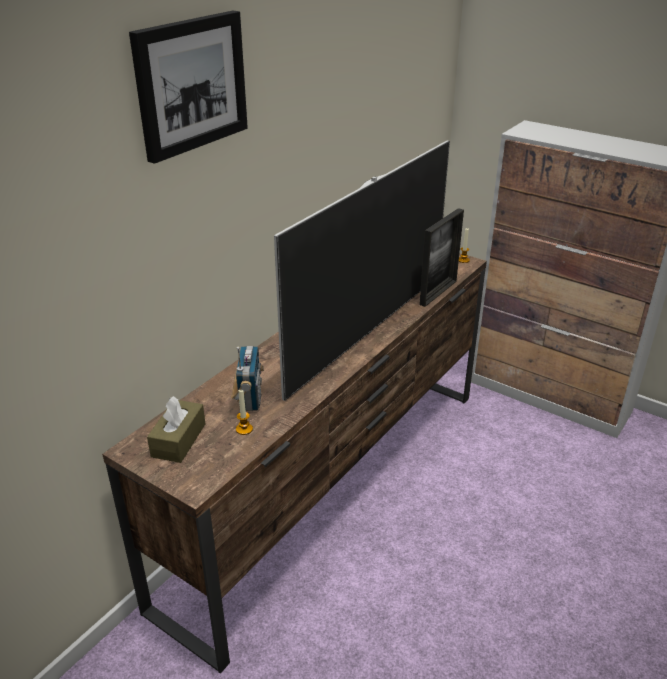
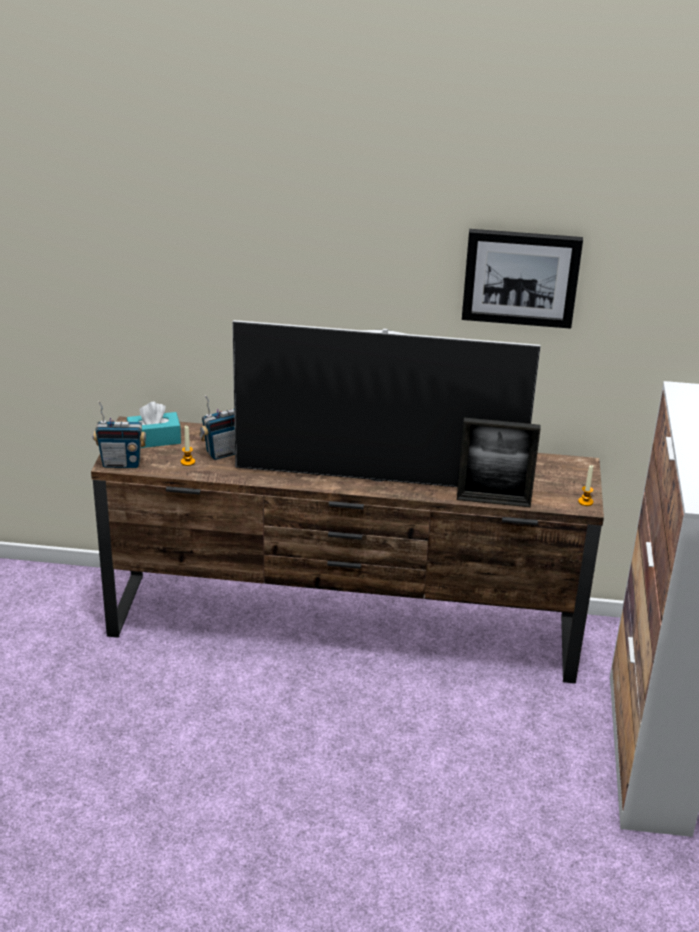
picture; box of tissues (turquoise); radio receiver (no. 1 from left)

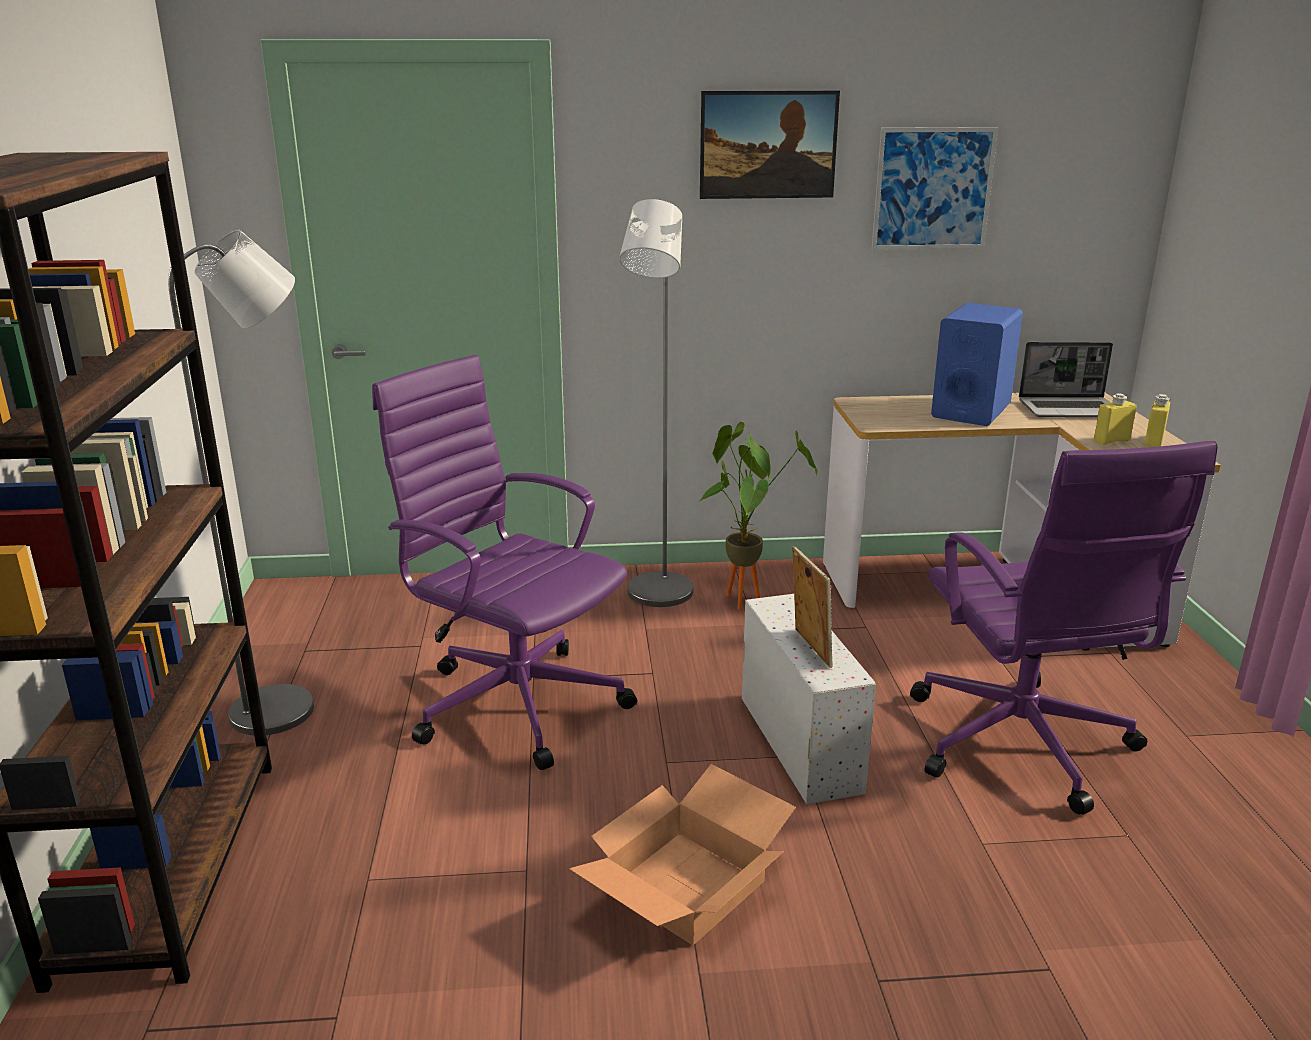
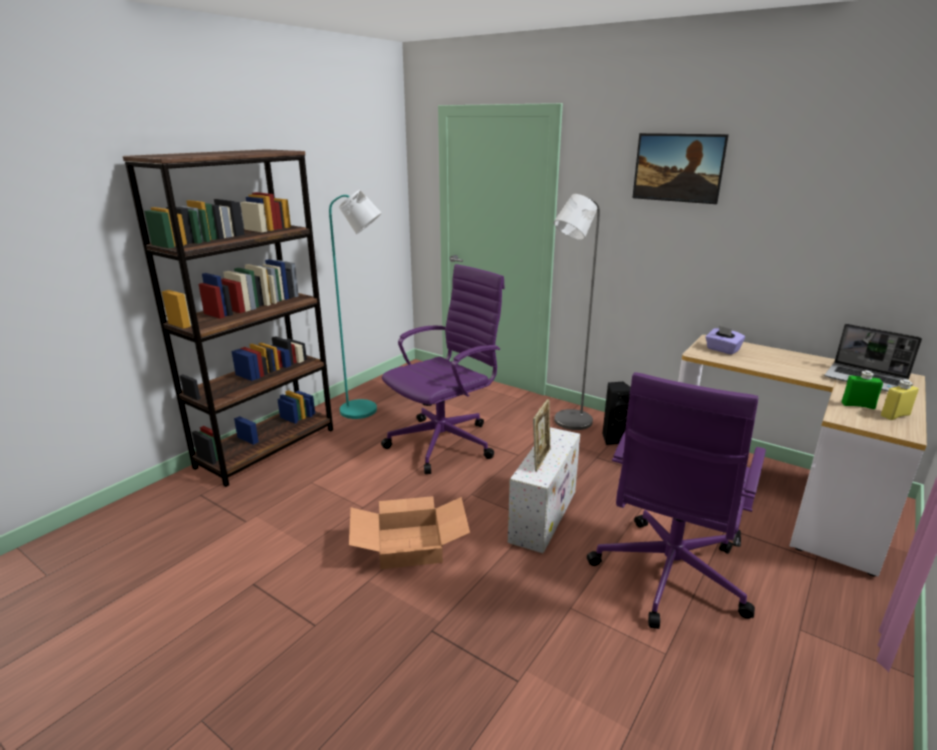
standard lamp (turquoise); office chair (purple-coloured) (no. 1 from left); audio speaker (blackish); picture (no. 2 from left in the first image); audio speaker (blue-coloured); drink bottle (greenish); box of tissues (purple-coloured)

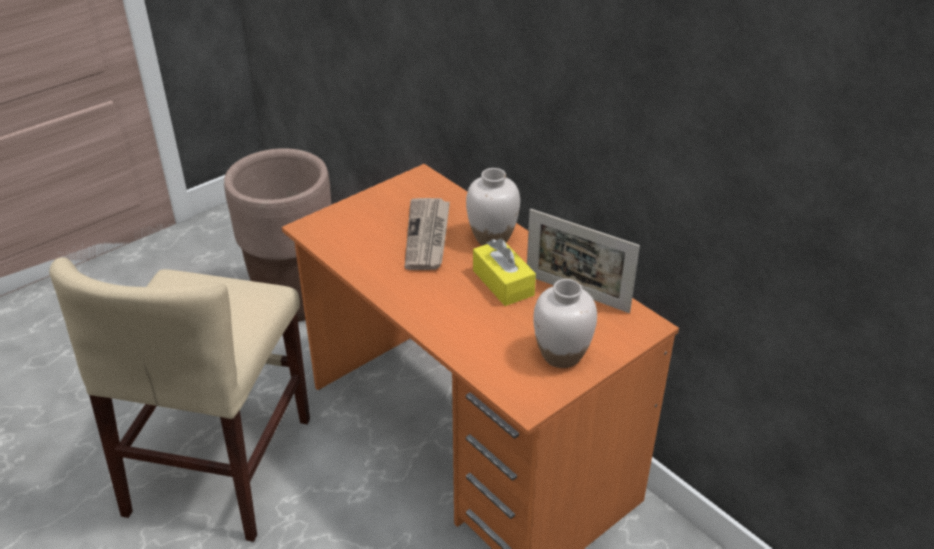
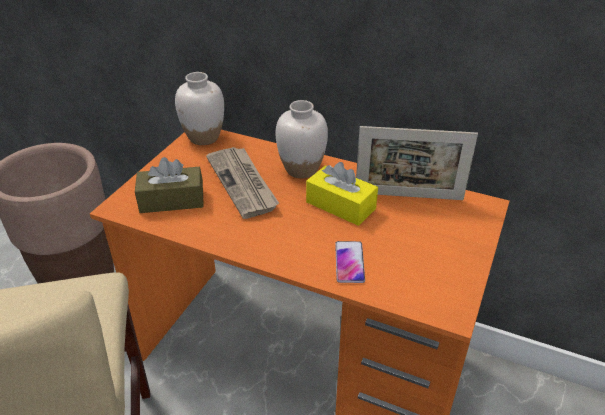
decorative vase (whitish) (no. 1 from left); box of tissues (brown); telephone

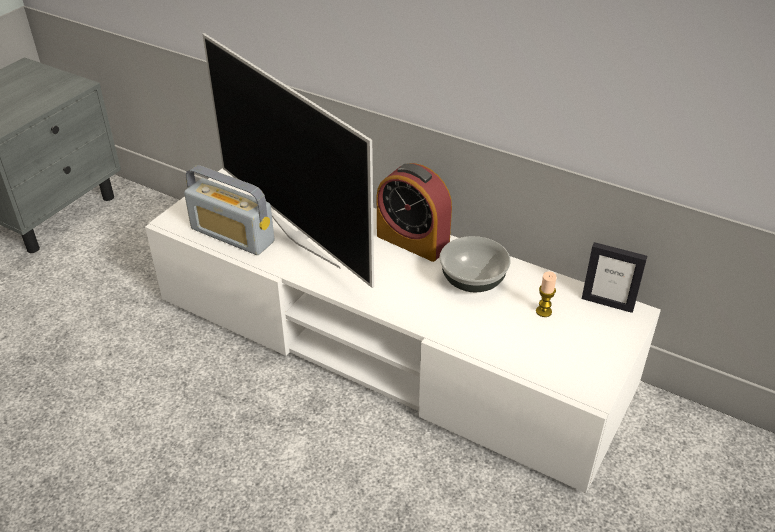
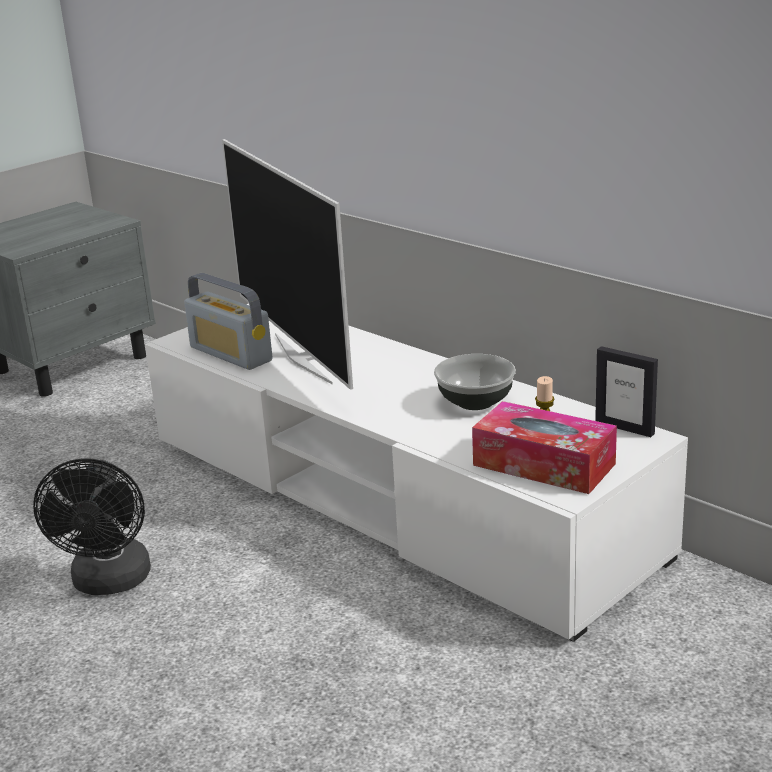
alarm clock; cooling fan (blackish); box of tissues

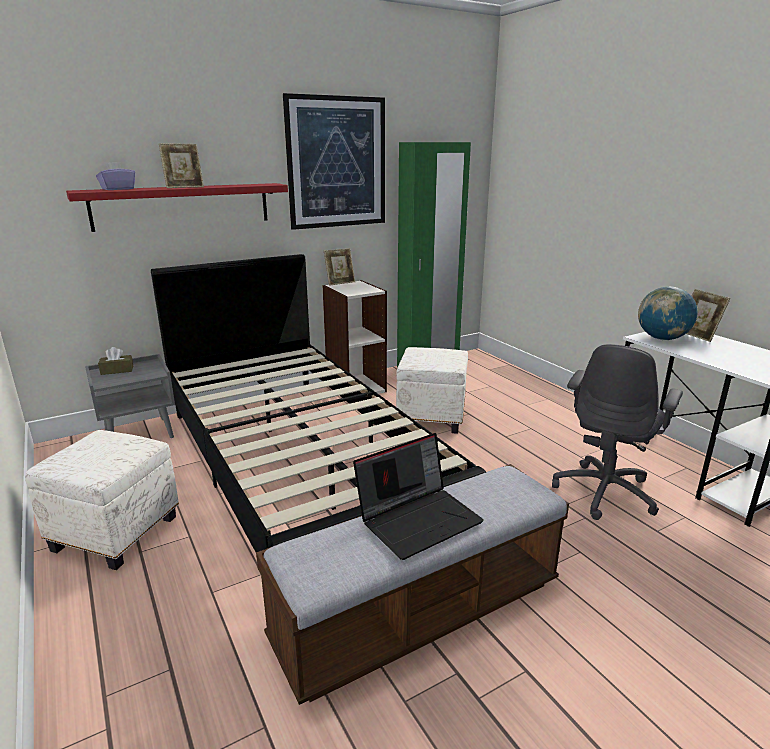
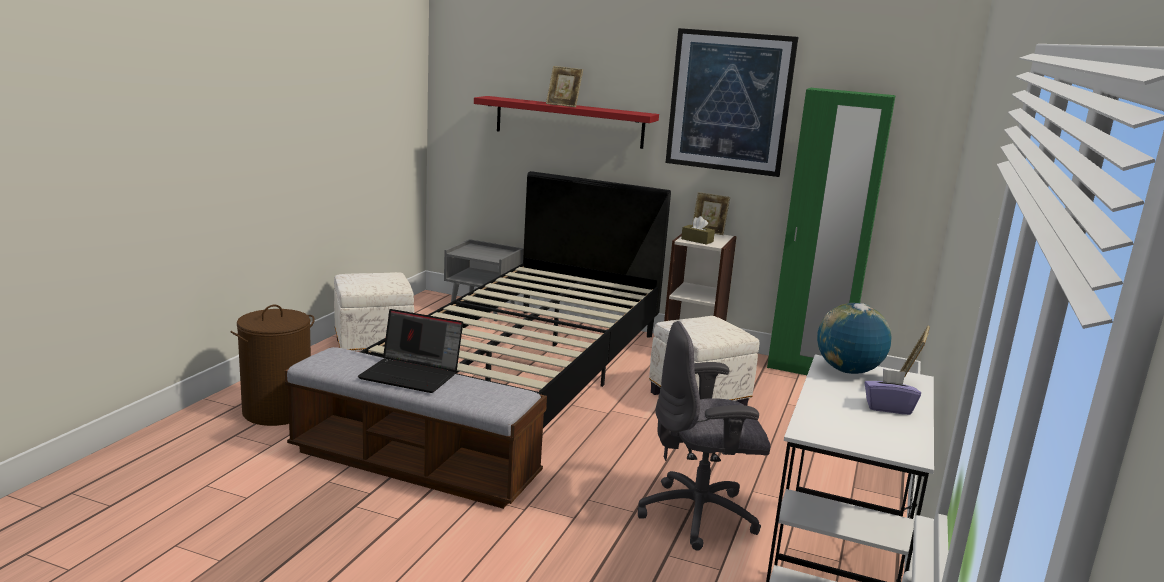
box of tissues (purple-coloured); box of tissues (brown); laundry basket (brown)

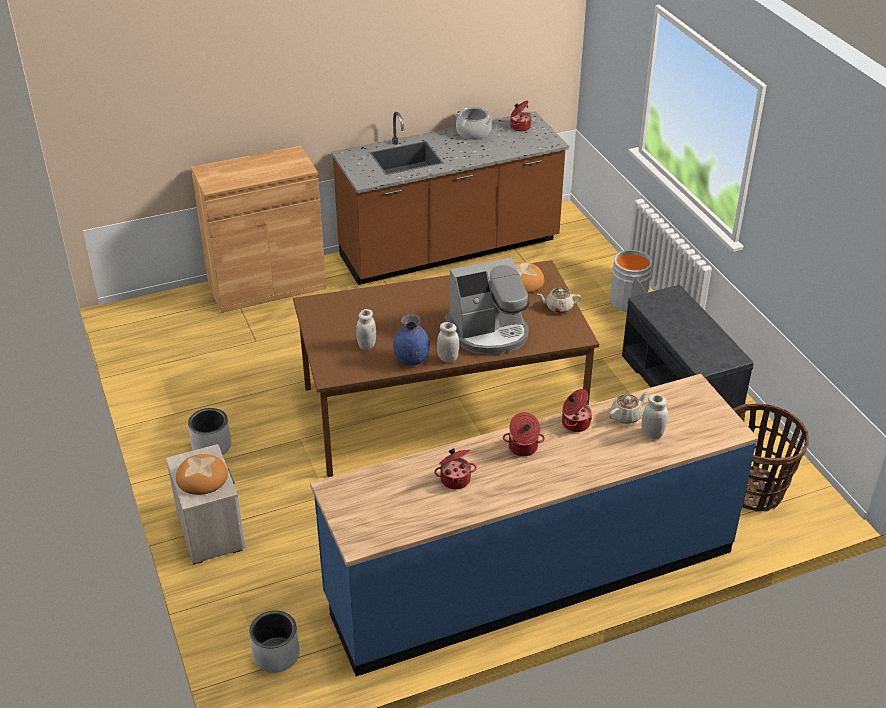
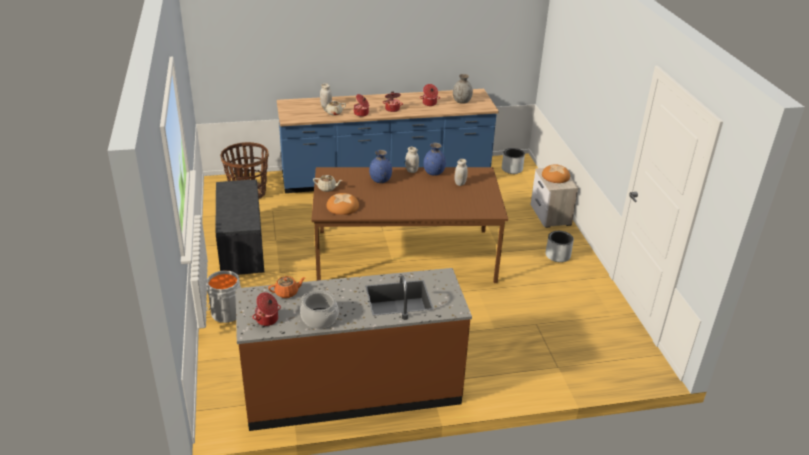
cupboard (brown); decorative vase (blue-coloured) (no. 1 from left); teapot (orange); decorative vase (greyish)

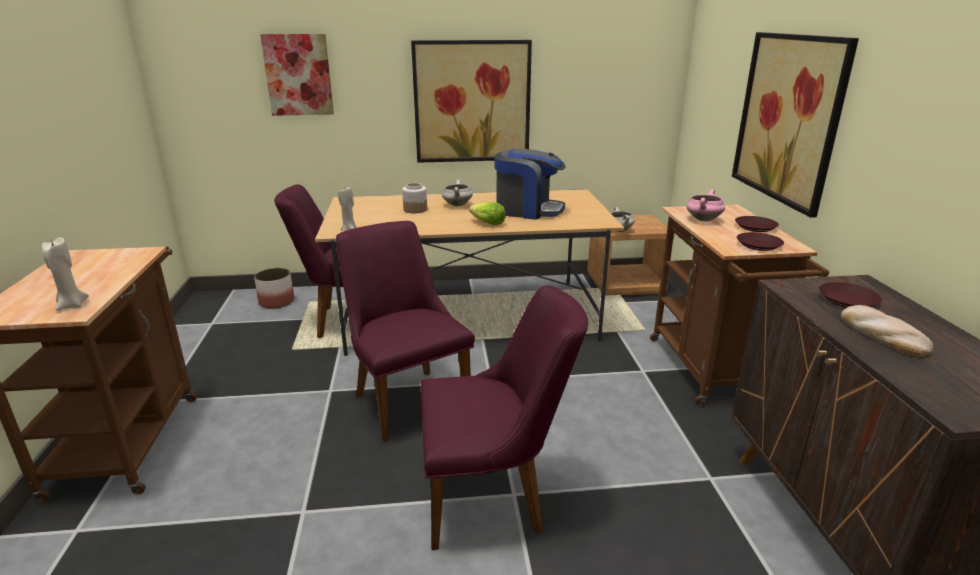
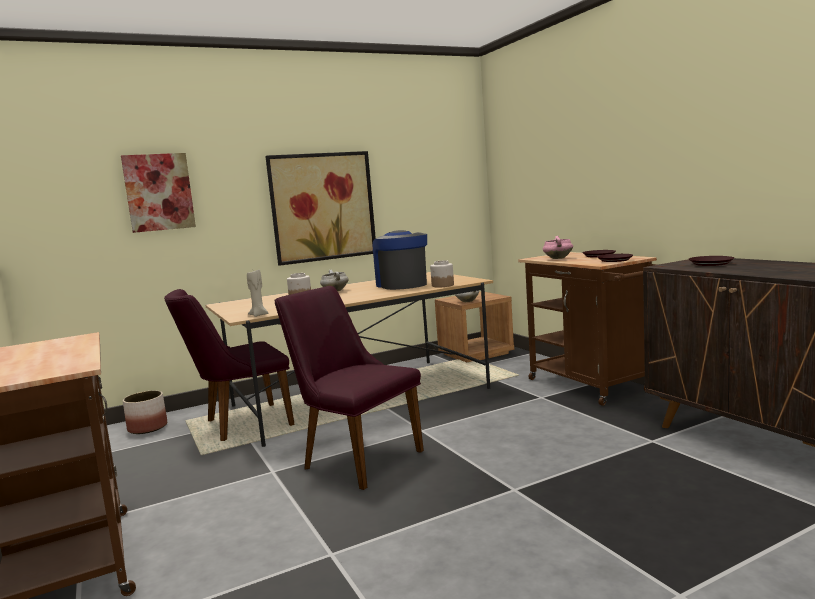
wax light (sand-coloured) (no. 1 from left in the first image); plain chair (purple-coloured) (no. 3 from left in the first image); lettuce head; coffee machine; picture (no. 3 from left in the first image); bakery bread; storage jar (no. 2 from left)

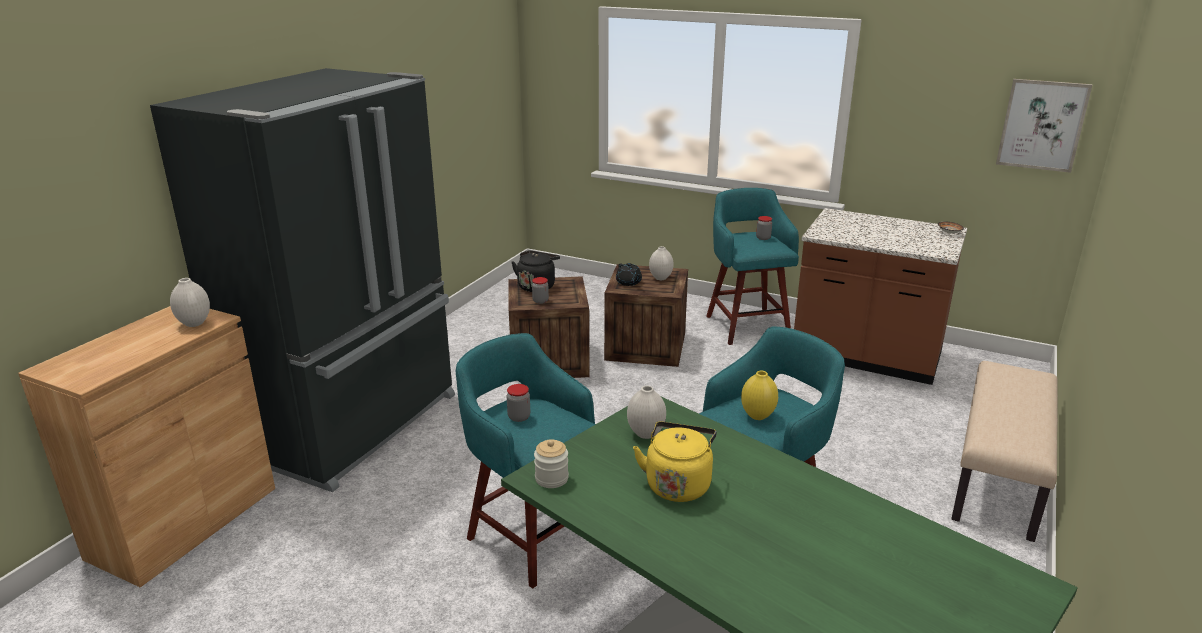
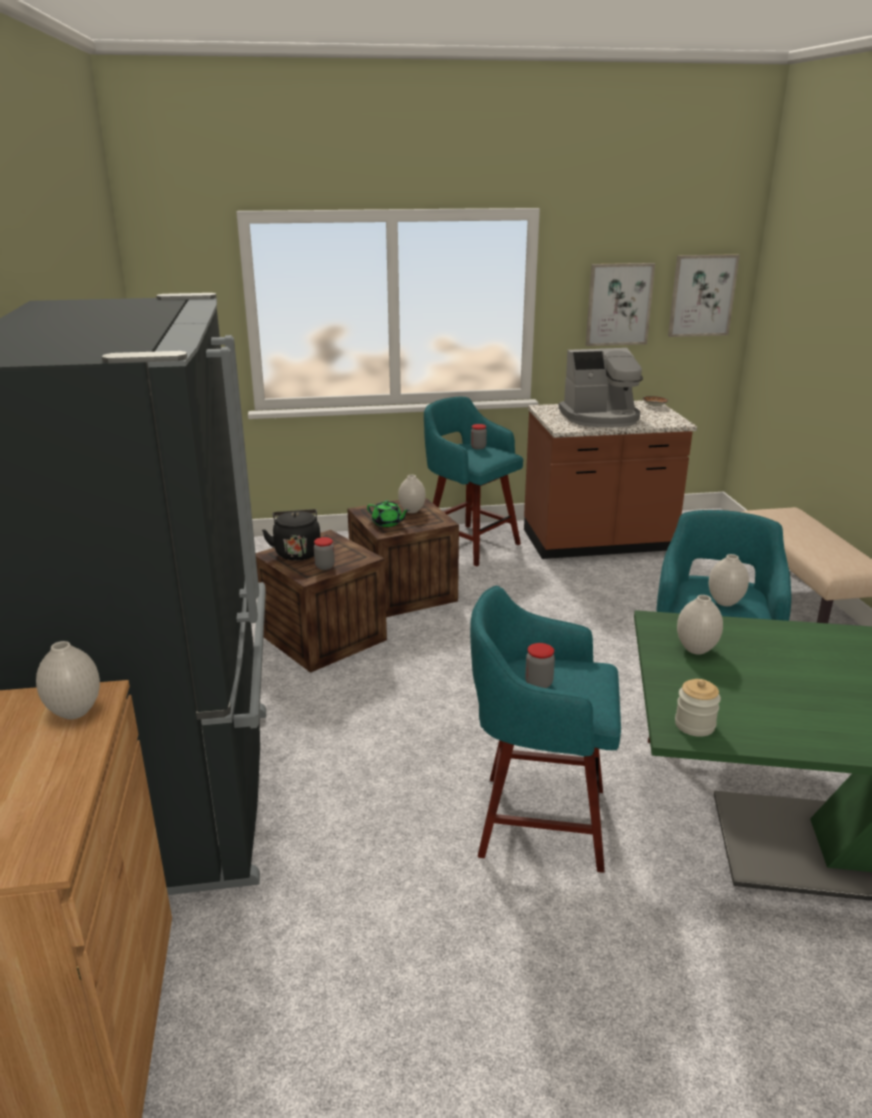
teapot (greenish); kettle (yellowish); decorative vase (whitish) (no. 4 from left); coffee machine; picture (no. 1 from left)

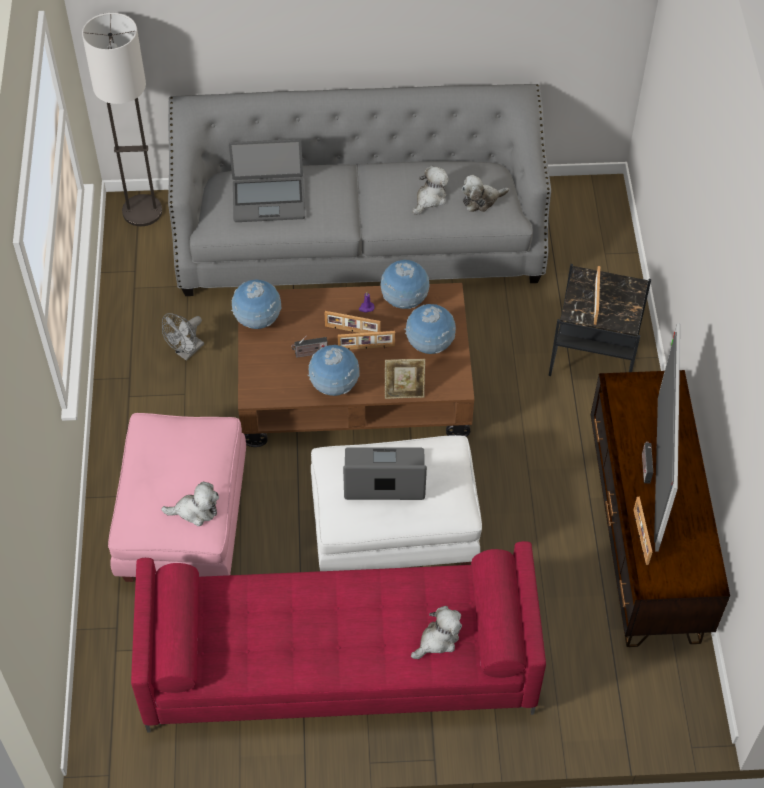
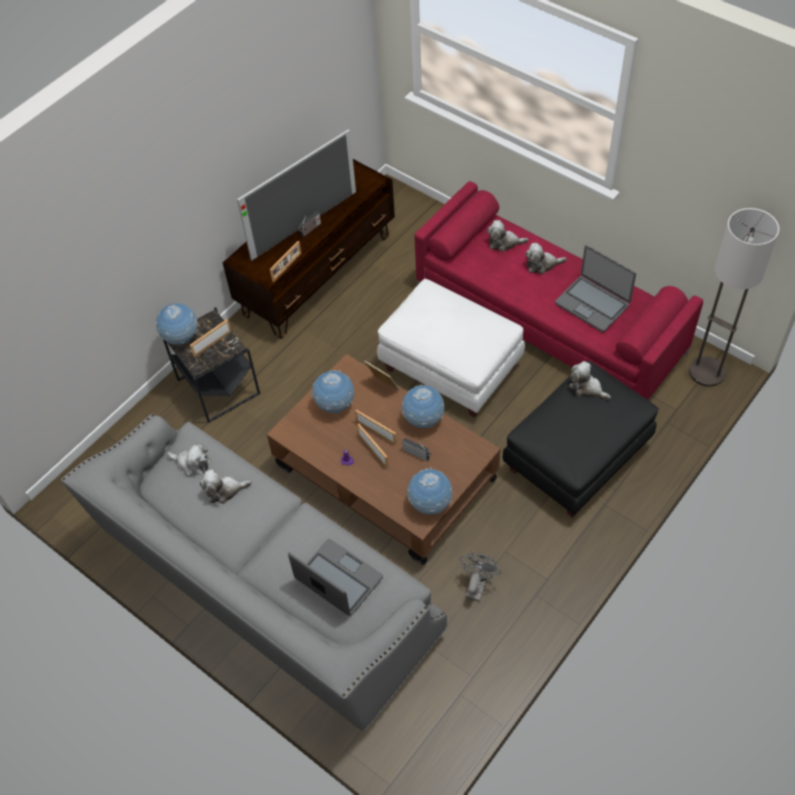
standard lamp; pouffe (blackish); cooling fan (greyish); laptop (no. 2 from left); globe (no. 1 from left); picture frame (no. 2 from left); cuddly toy (no. 4 from left)

